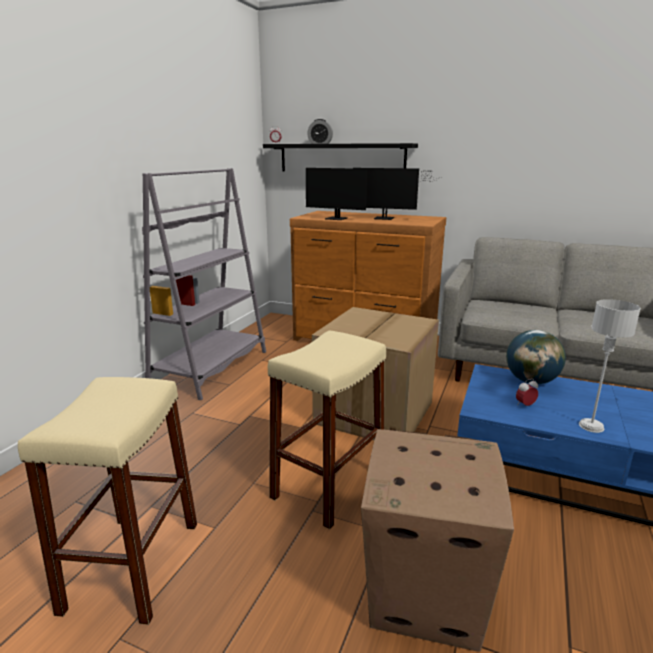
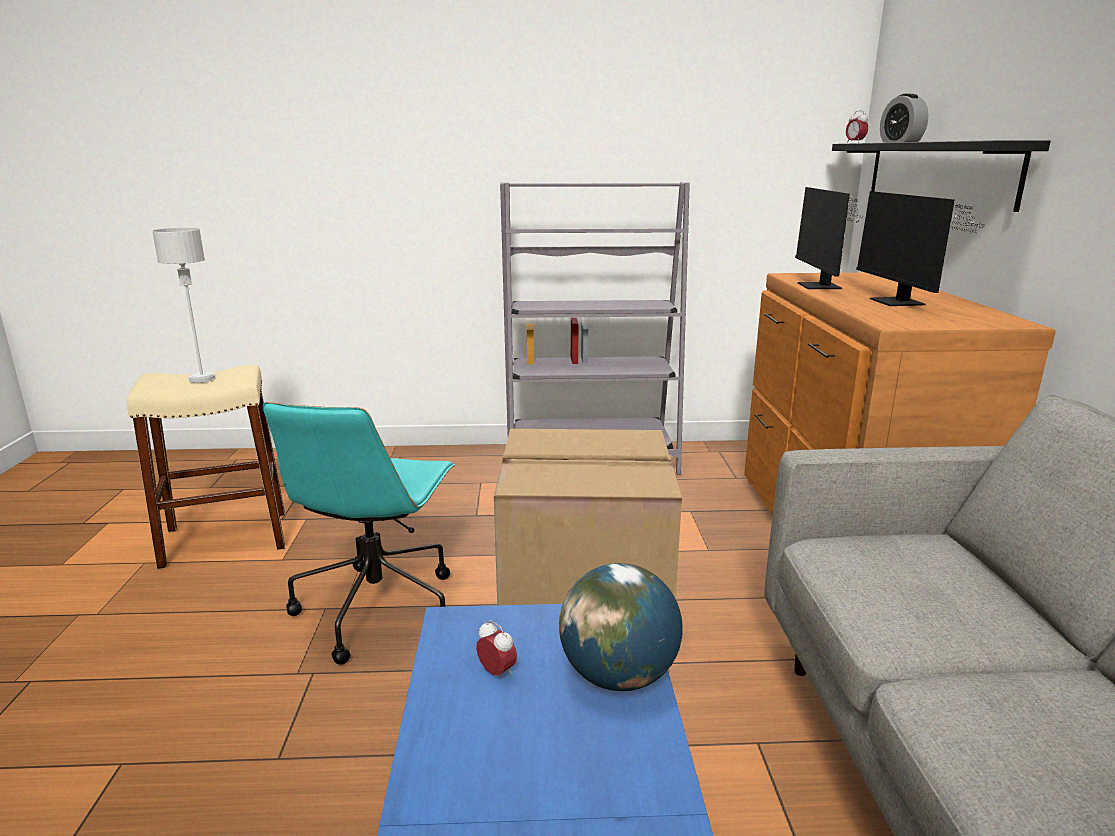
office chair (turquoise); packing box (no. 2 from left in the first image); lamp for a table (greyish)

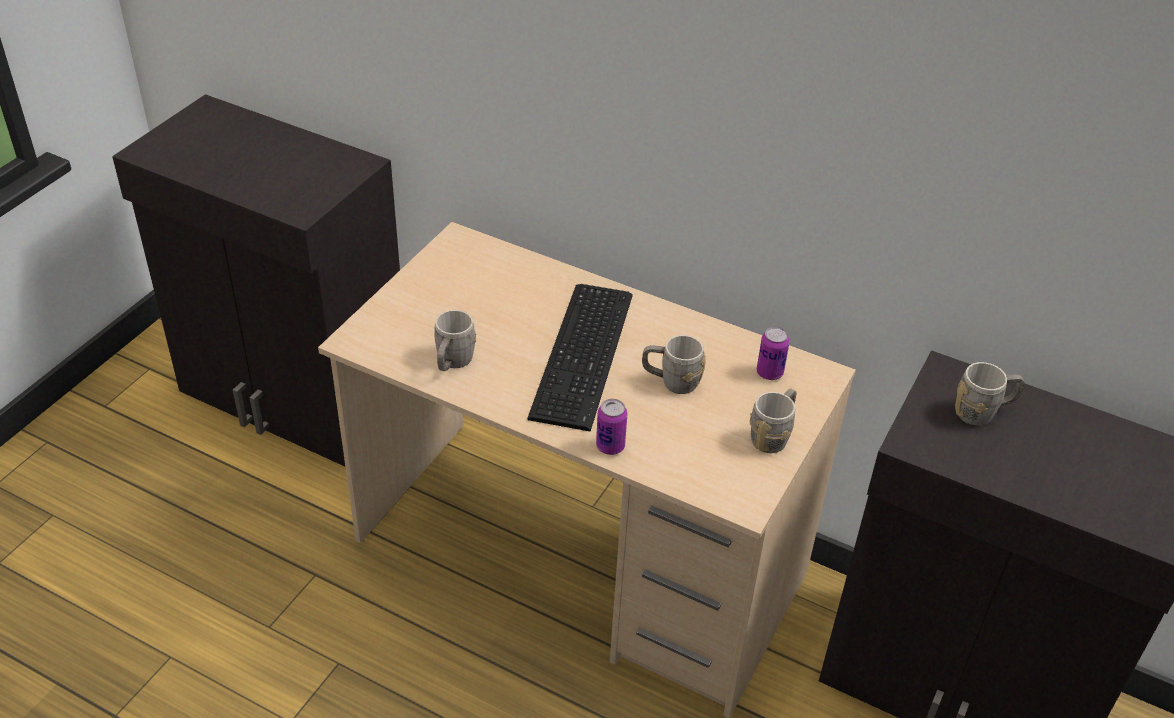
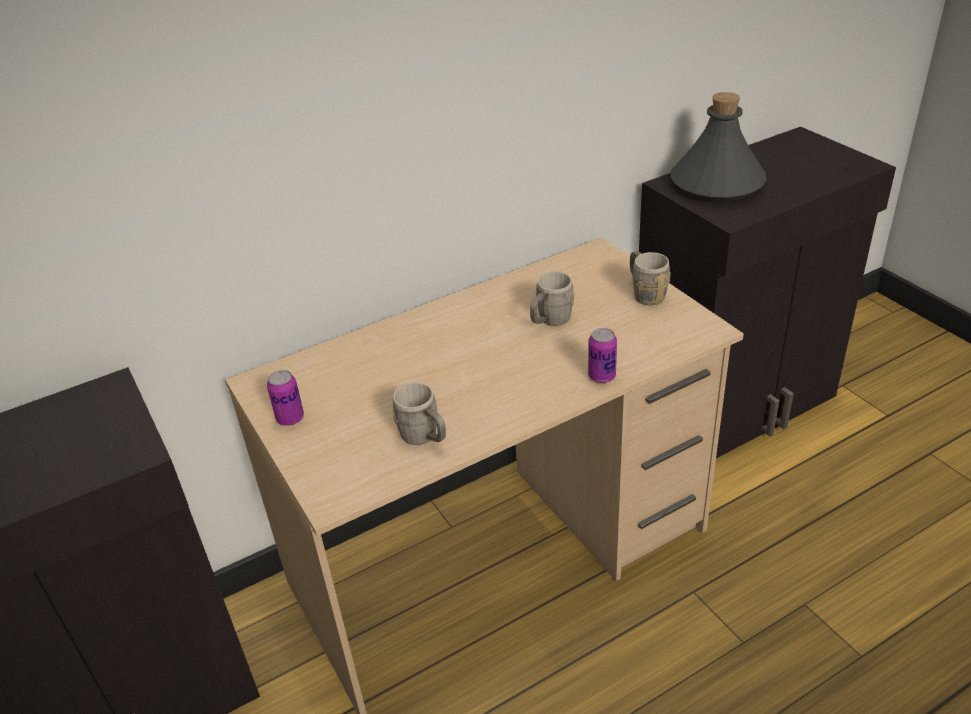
keyboard; sealed can (no. 1 from left); drink bottle (greyish)

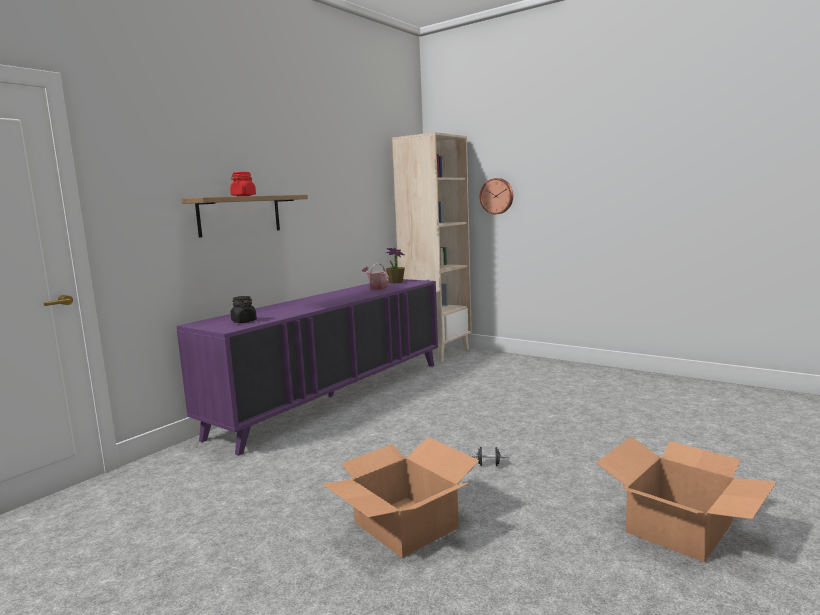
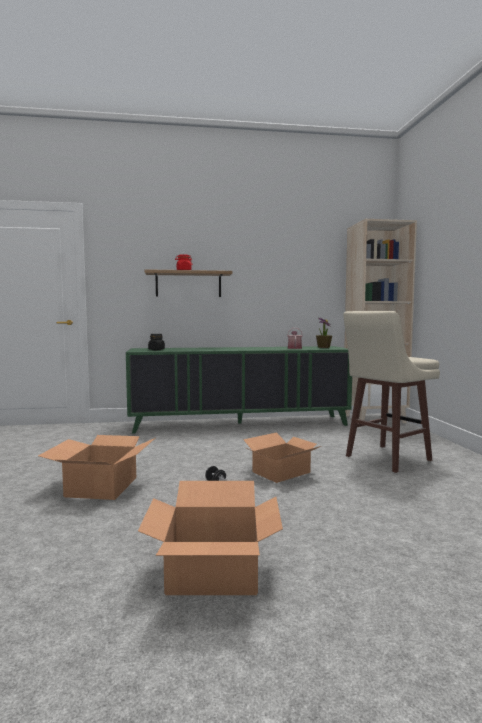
cupboard (greenish); clock on the wall; packing box (no. 3 from left); stool (sand-coloured)

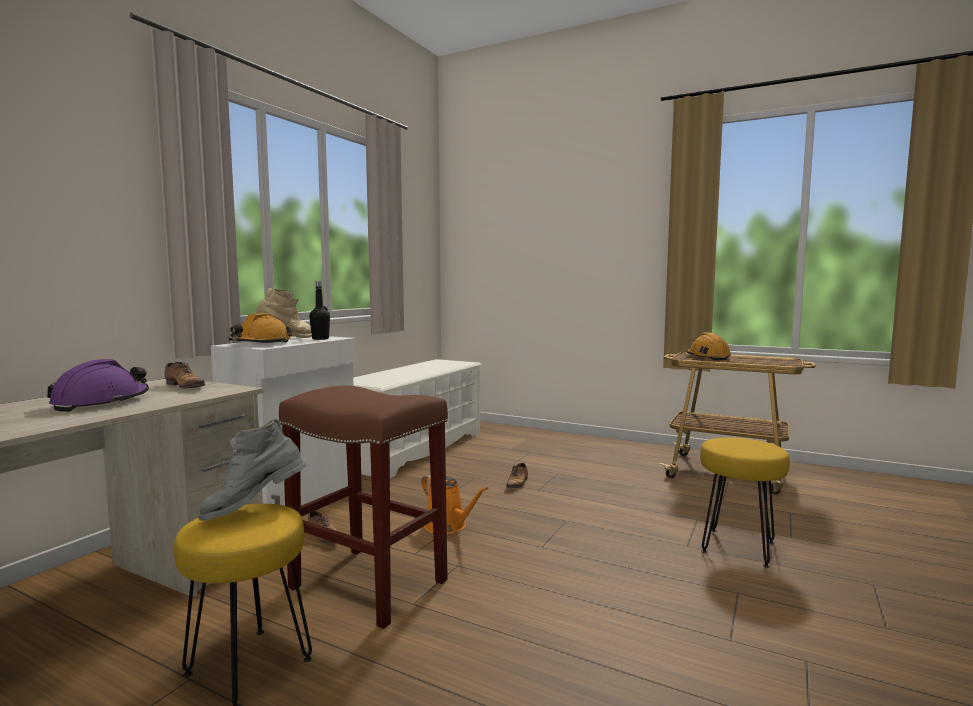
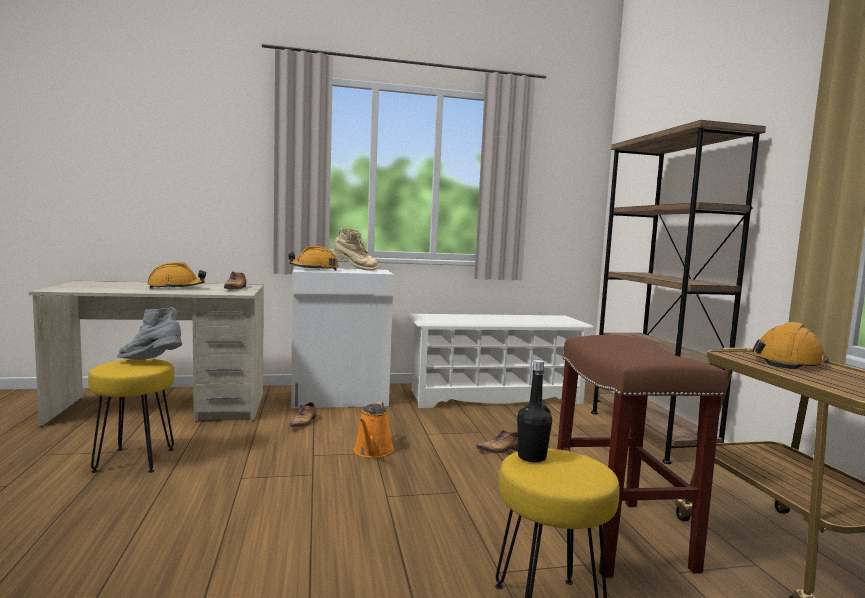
safety helmet (orange) (no. 1 from left); stool (brown); drink bottle (blackish); bookshelf (brown)

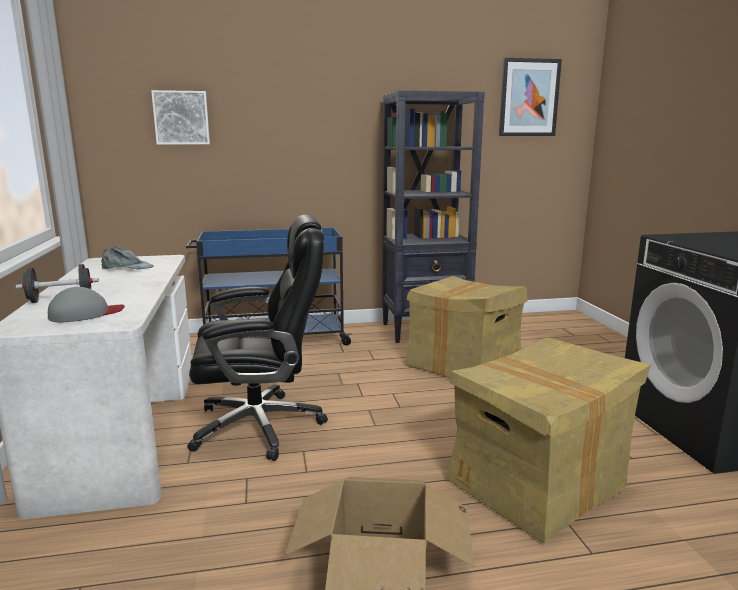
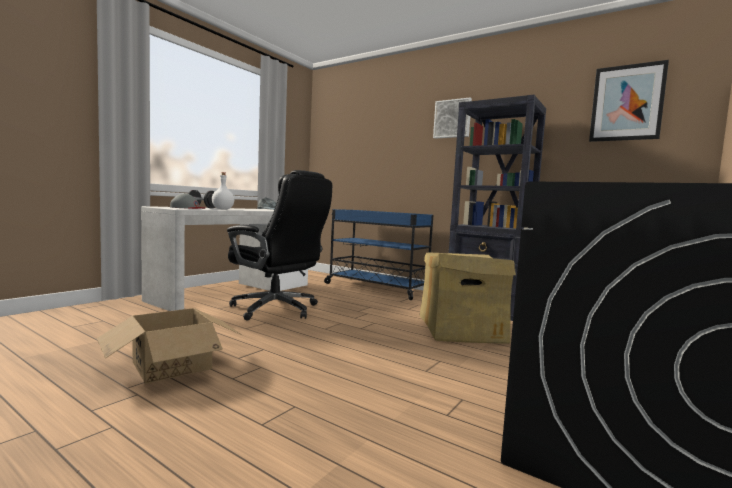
picture (no. 1 from left); packing box (no. 3 from left in the first image); drink bottle (whitish)

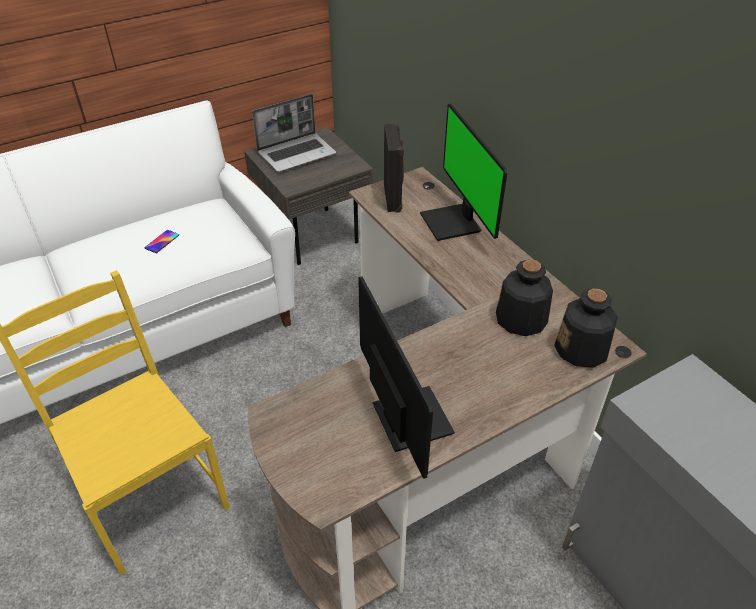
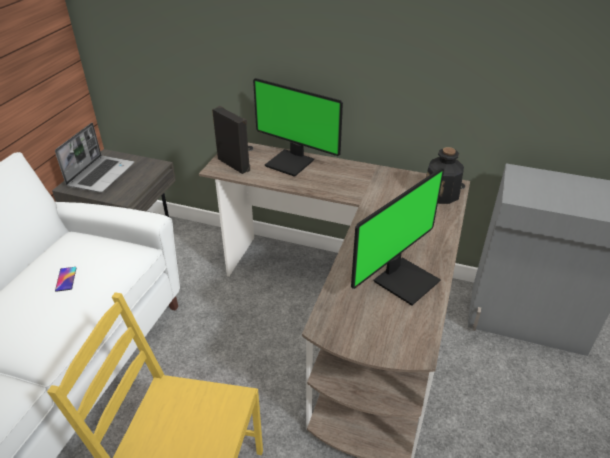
computer display (no. 2 from left); drink bottle (no. 1 from left in the first image)

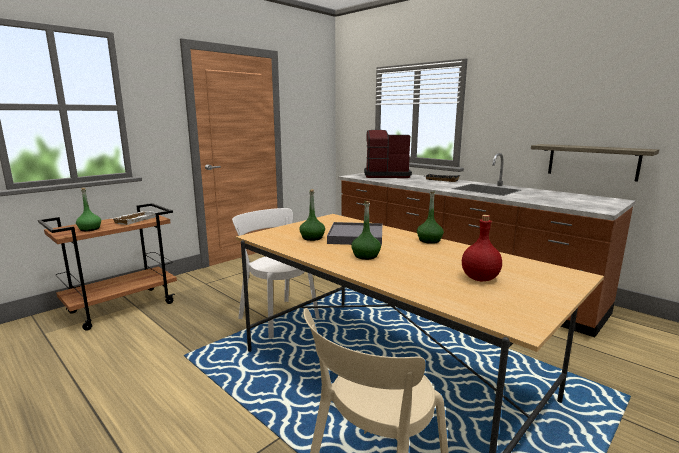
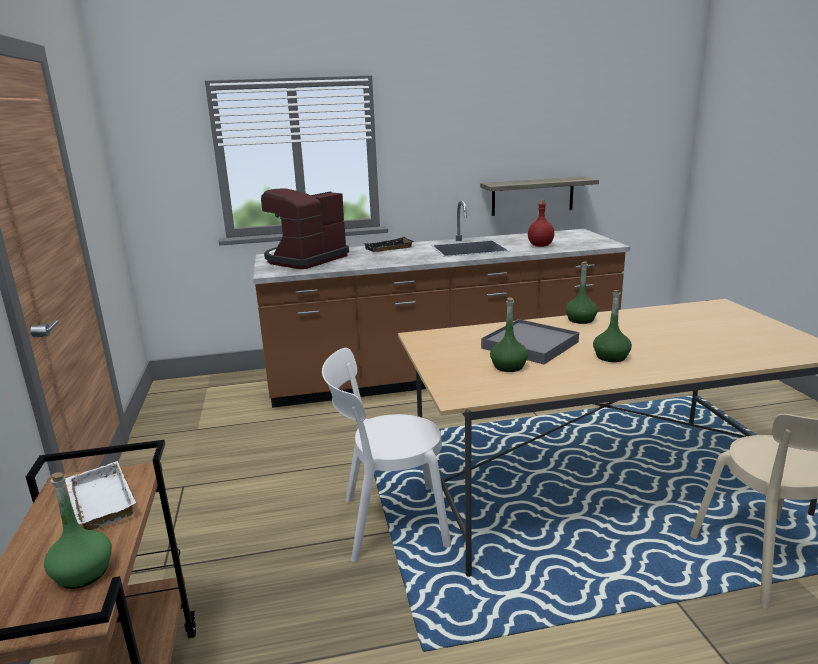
drink bottle (red-coloured)

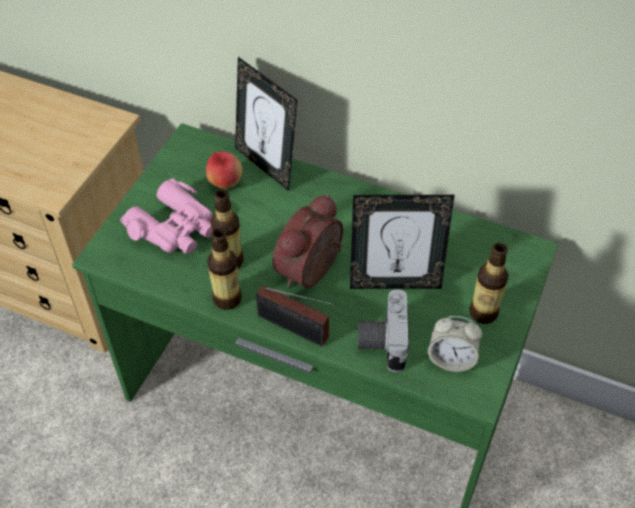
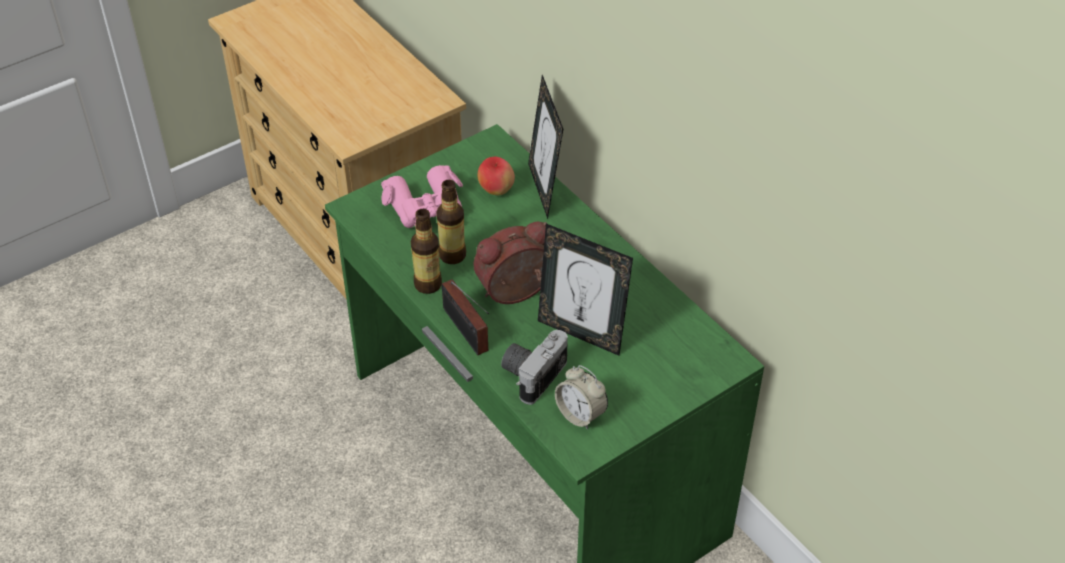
drink bottle (no. 3 from left in the first image)

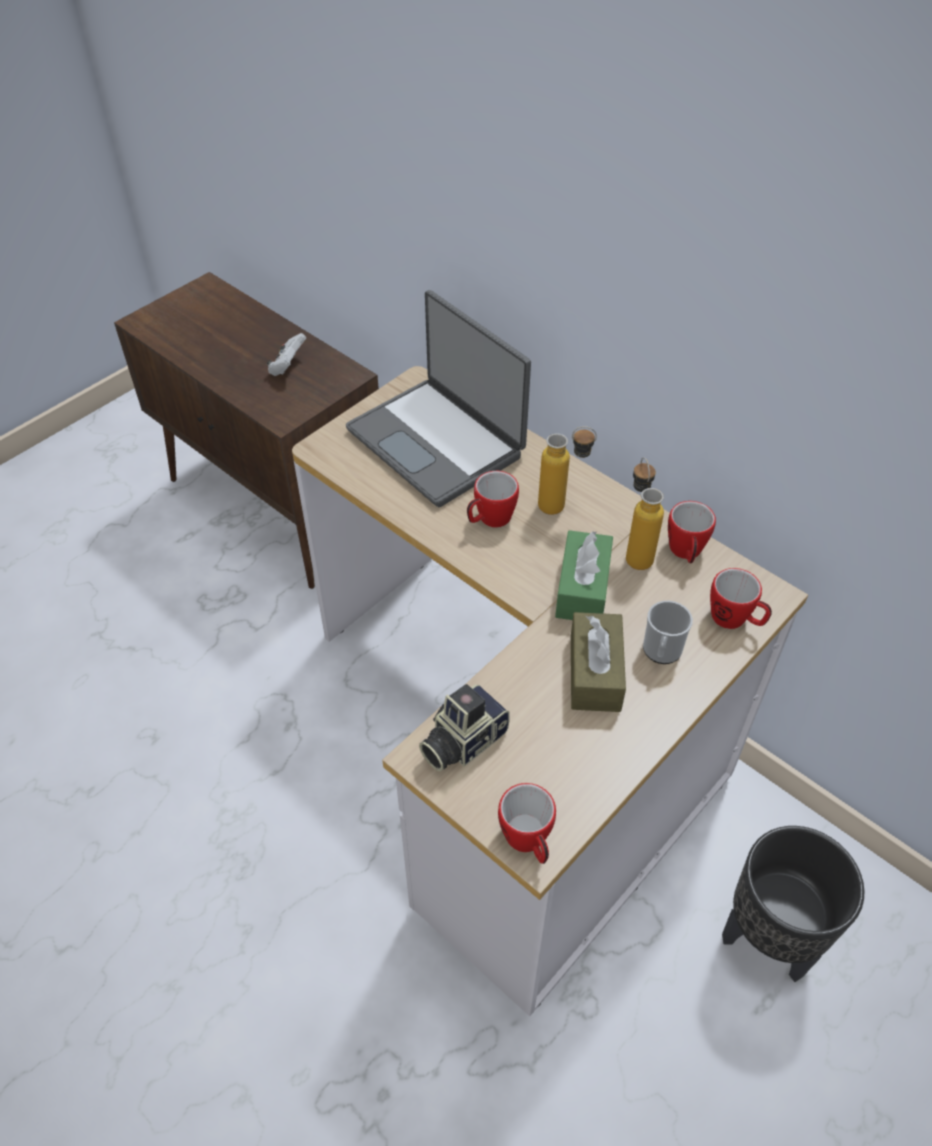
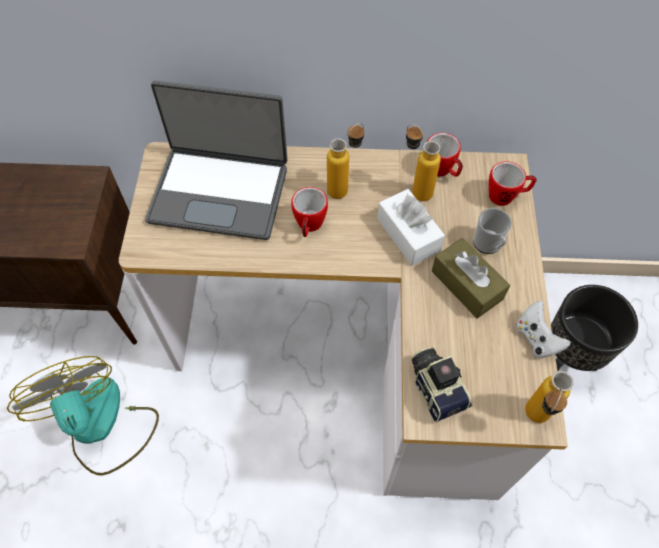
game controller (whitish); photo camera; drink bottle (no. 3 from left); box of tissues (whitish); cooling fan

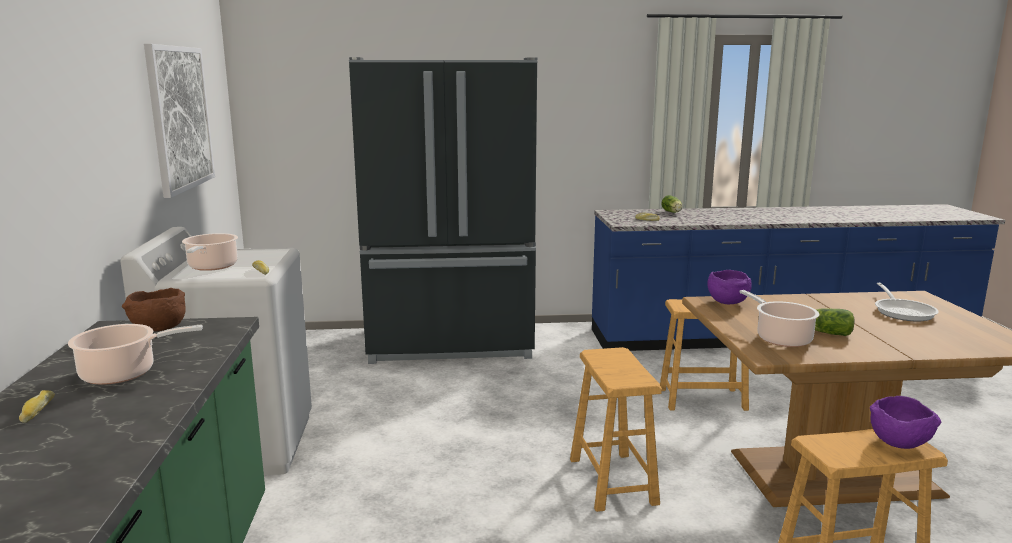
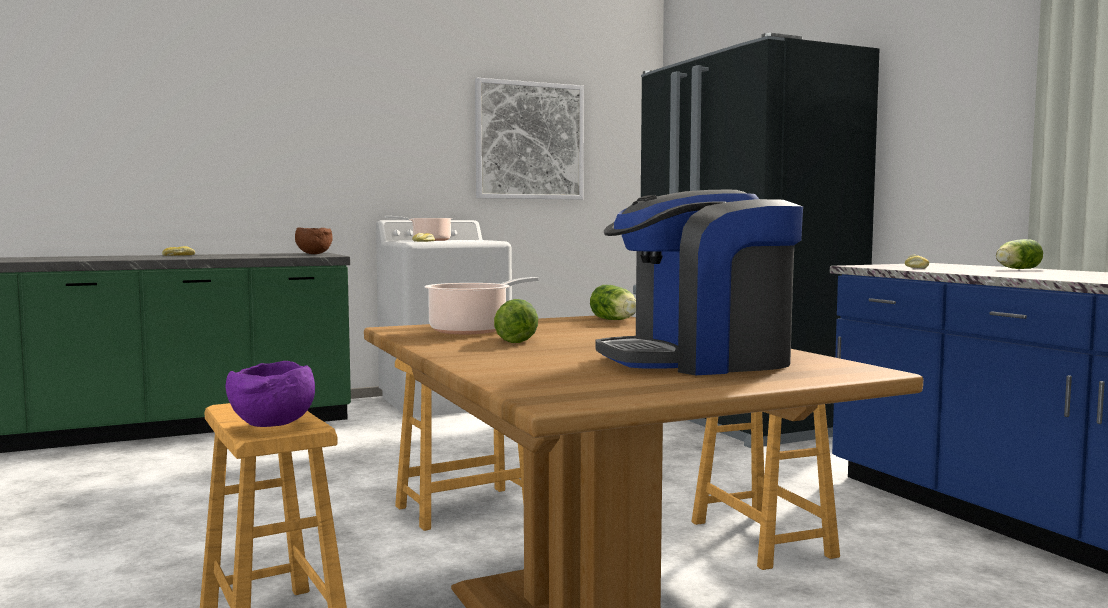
stockpot (no. 1 from left in the first image); lettuce head (no. 2 from left); coffee machine

